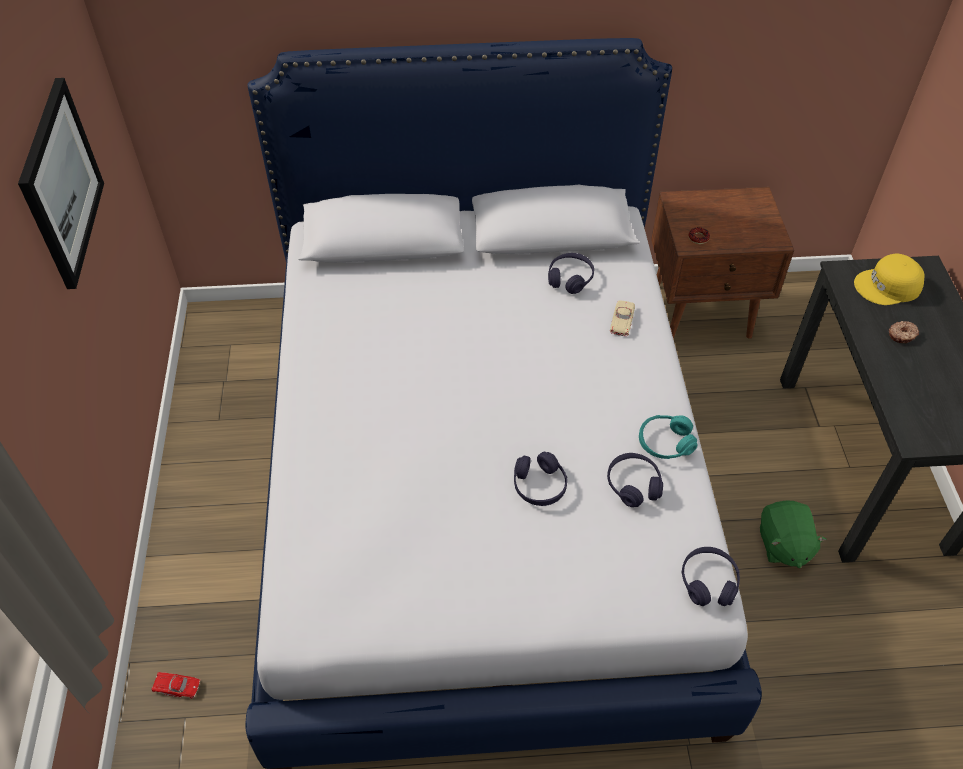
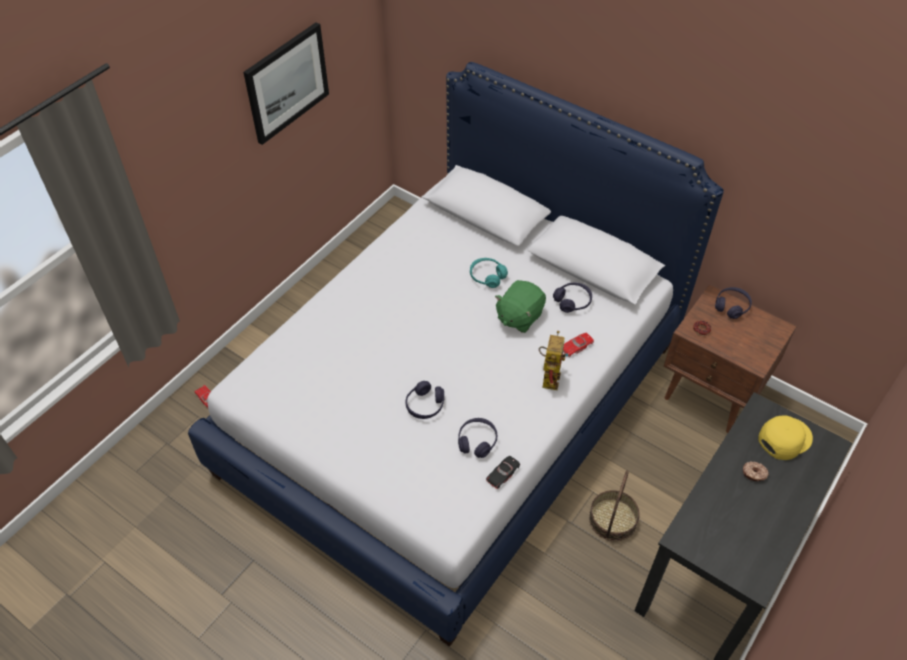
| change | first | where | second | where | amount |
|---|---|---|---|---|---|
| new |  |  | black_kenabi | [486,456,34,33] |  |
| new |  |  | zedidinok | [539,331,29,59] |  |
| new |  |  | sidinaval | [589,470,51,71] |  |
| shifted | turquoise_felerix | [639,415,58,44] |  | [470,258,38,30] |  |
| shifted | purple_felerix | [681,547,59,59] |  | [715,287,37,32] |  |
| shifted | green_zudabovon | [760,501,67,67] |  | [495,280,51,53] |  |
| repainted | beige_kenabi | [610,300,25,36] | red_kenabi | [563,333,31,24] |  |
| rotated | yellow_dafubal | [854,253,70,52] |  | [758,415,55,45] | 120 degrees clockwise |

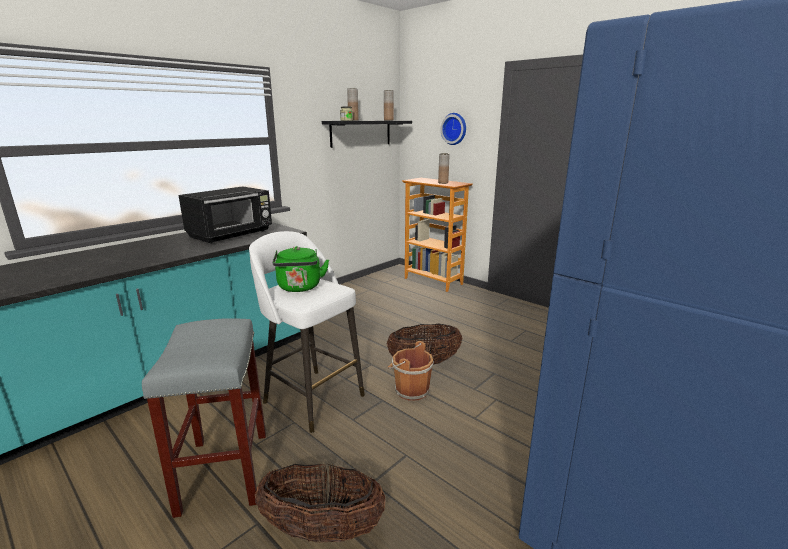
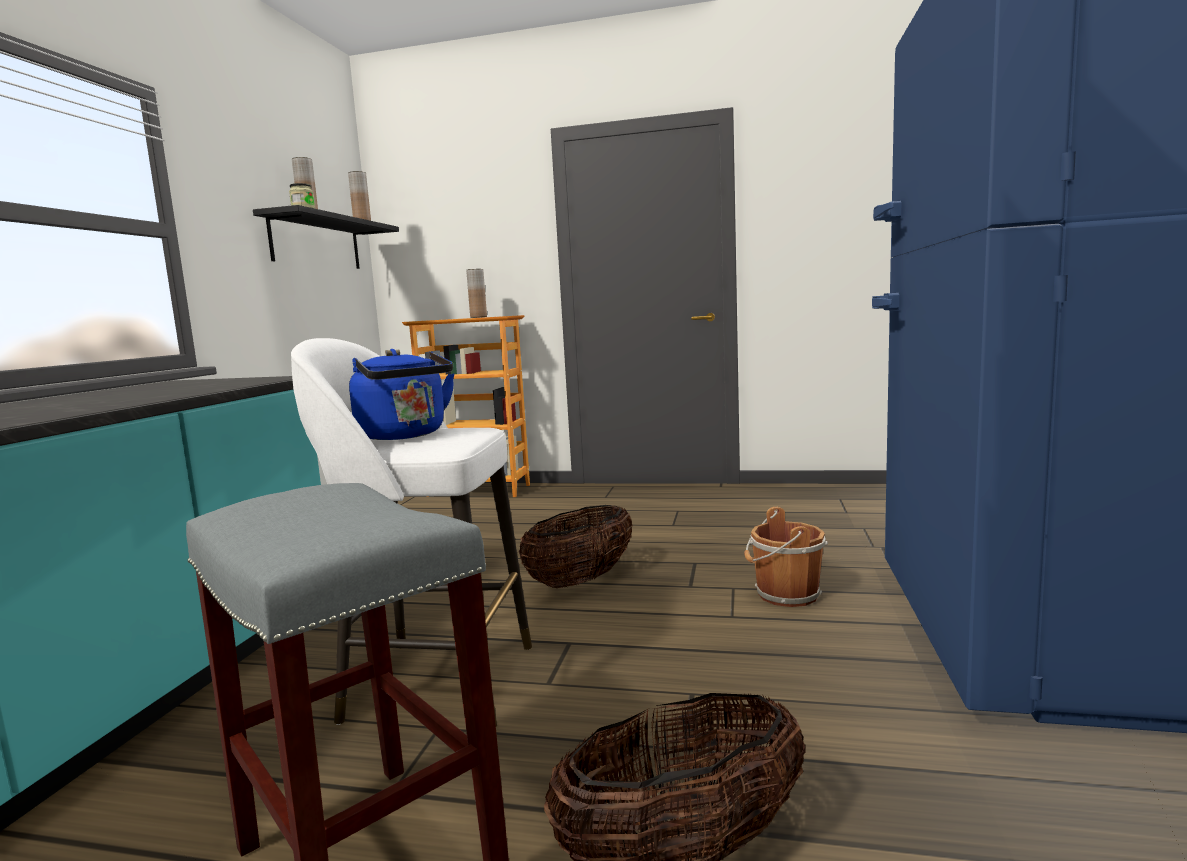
| change | first | where | second | where | amount |
|---|---|---|---|---|---|
| gone | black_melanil | [179,186,93,58] |  |  |  |
| gone | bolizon | [440,113,26,32] |  |  |  |
| shifted | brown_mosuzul | [388,341,46,60] |  | [744,507,84,100] |  |
| repainted | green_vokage | [272,246,57,46] | blue_vokage | [349,349,106,91] |  |

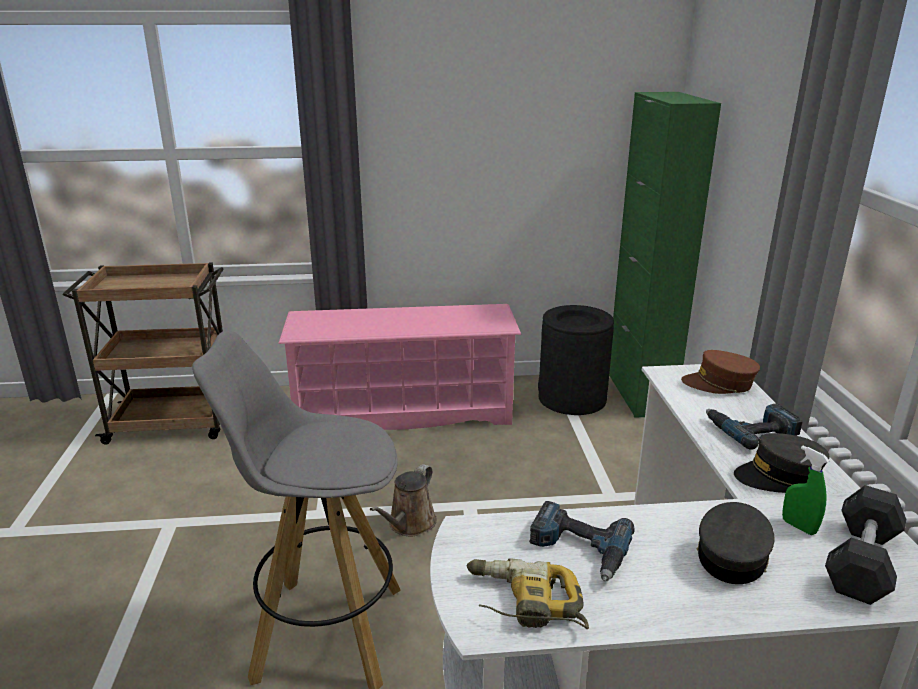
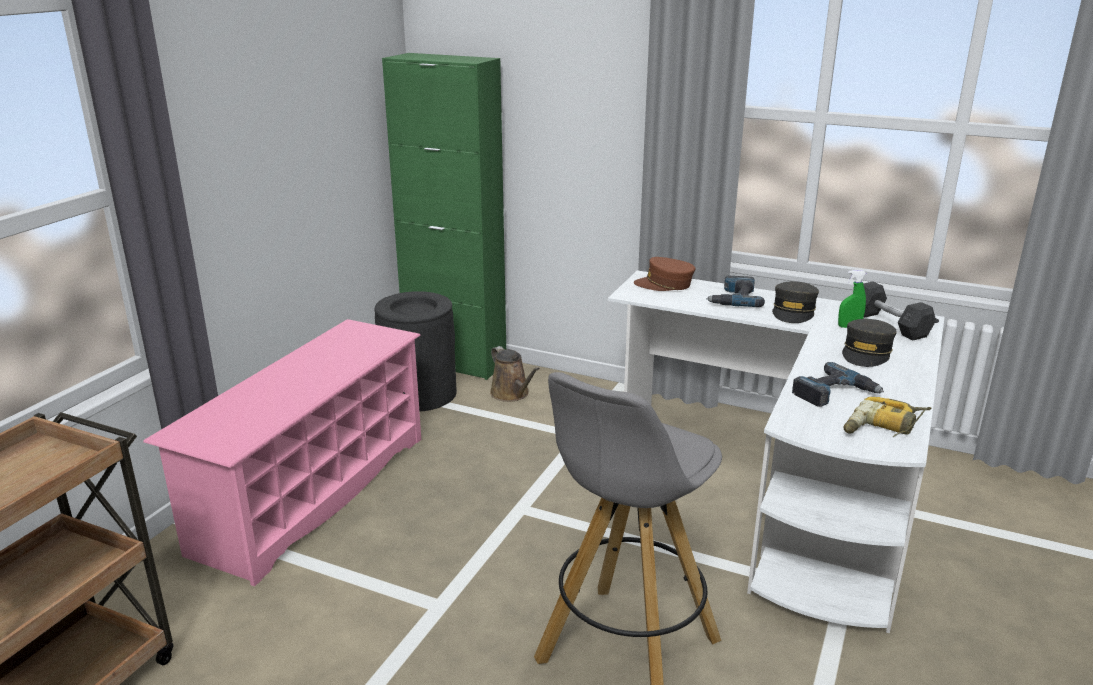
| change | first | where | second | where | amount |
|---|---|---|---|---|---|
| shifted | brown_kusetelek | [370,464,67,72] |  | [490,346,50,56] |  |
| rotated | brown_dafubal | [681,350,79,44] |  | [634,257,61,34] | 60 degrees clockwise |
| rotated | grey_dafubal | [697,502,77,82] |  | [842,319,55,48] | 120 degrees counterclockwise |

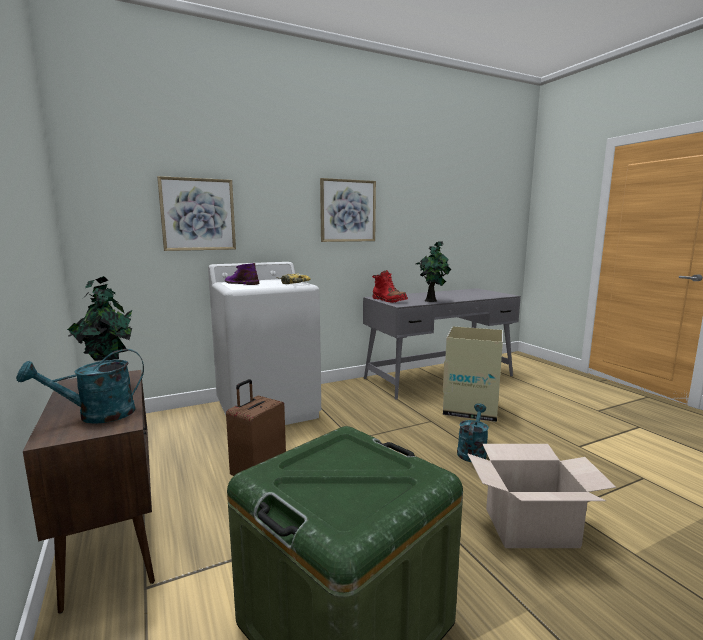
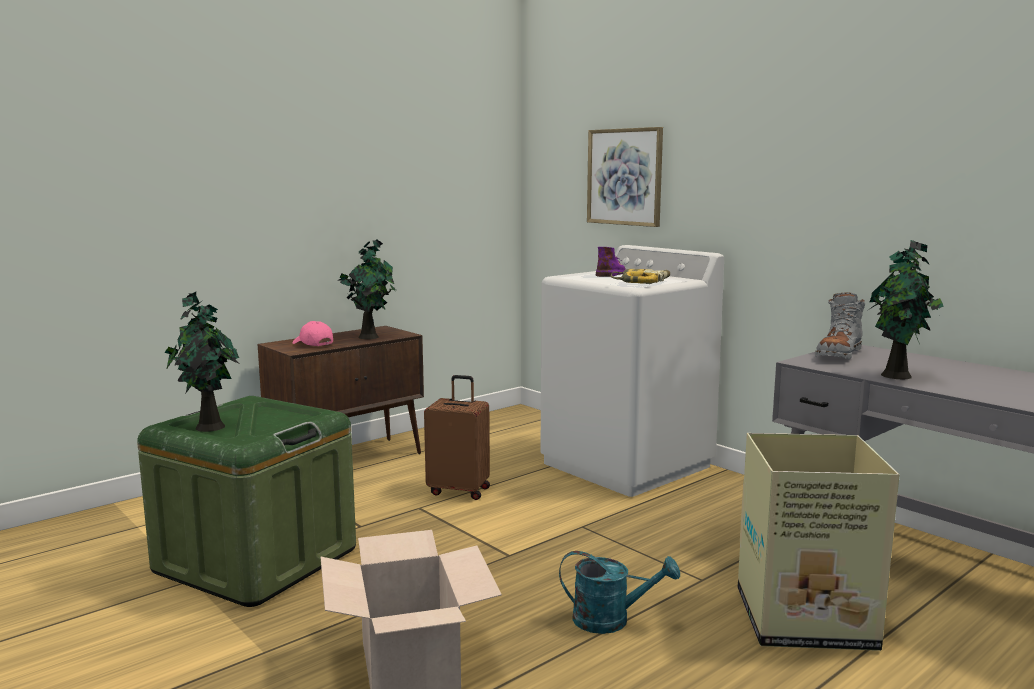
| change | first | where | second | where | amount |
|---|---|---|---|---|---|
| gone | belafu | [320,178,56,64] |  |  |  |
| new |  |  | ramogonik | [165,292,74,140] |  |
| swapped | turquoise_kusetelek | [16,349,128,75] | pink_dafubal | [293,321,40,25] |  |
| repainted | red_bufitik | [372,270,36,33] | grey_bufitik | [815,292,50,67] |  |

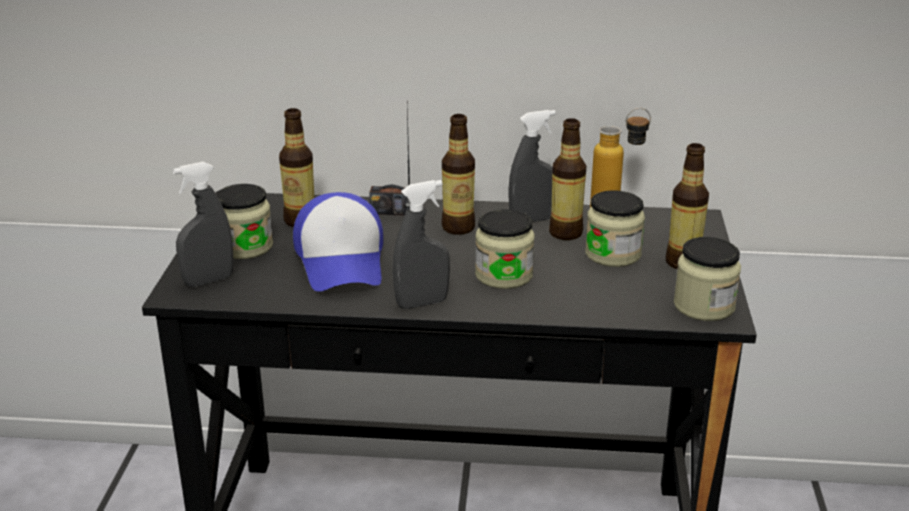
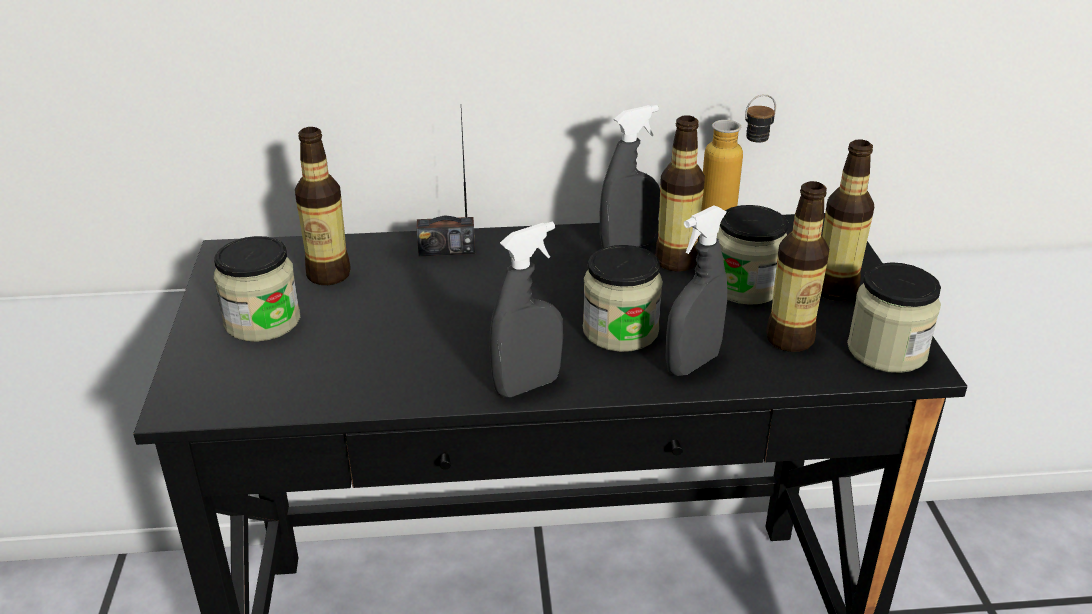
| change | first | where | second | where | amount |
|---|---|---|---|---|---|
| gone | dafubal | [293,192,90,100] |  |  |  |
| shifted | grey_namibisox | [173,162,61,125] |  | [666,205,61,171] |  |
| shifted | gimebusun | [442,114,33,121] |  | [766,181,63,171] |  |

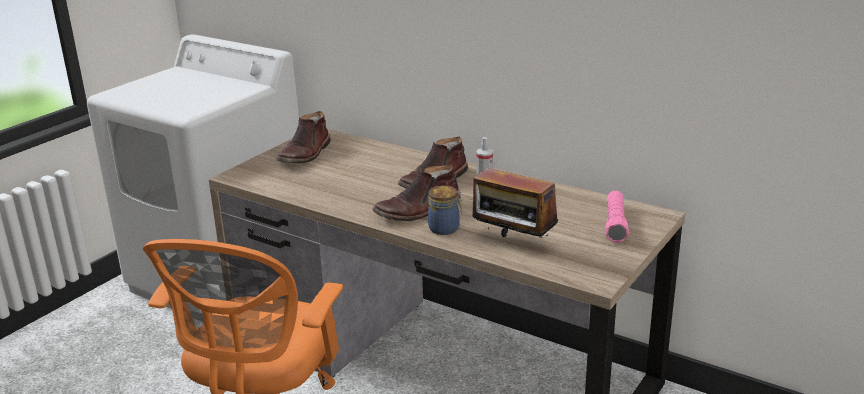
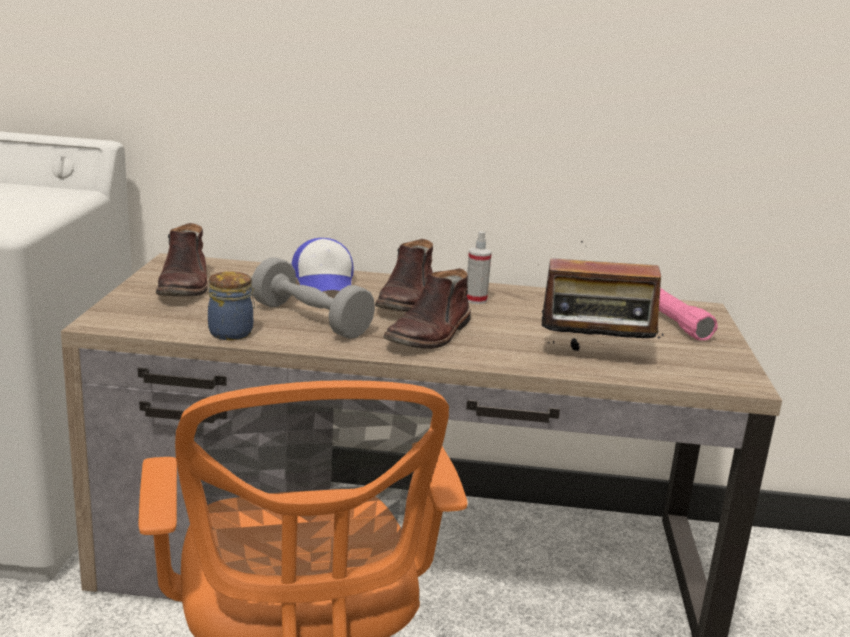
| change | first | where | second | where | amount |
|---|---|---|---|---|---|
| new |  |  | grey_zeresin | [251,257,124,82] |  |
| new |  |  | dafubal | [291,238,63,53] |  |
| shifted | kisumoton | [428,186,34,49] |  | [208,271,47,69] |  |

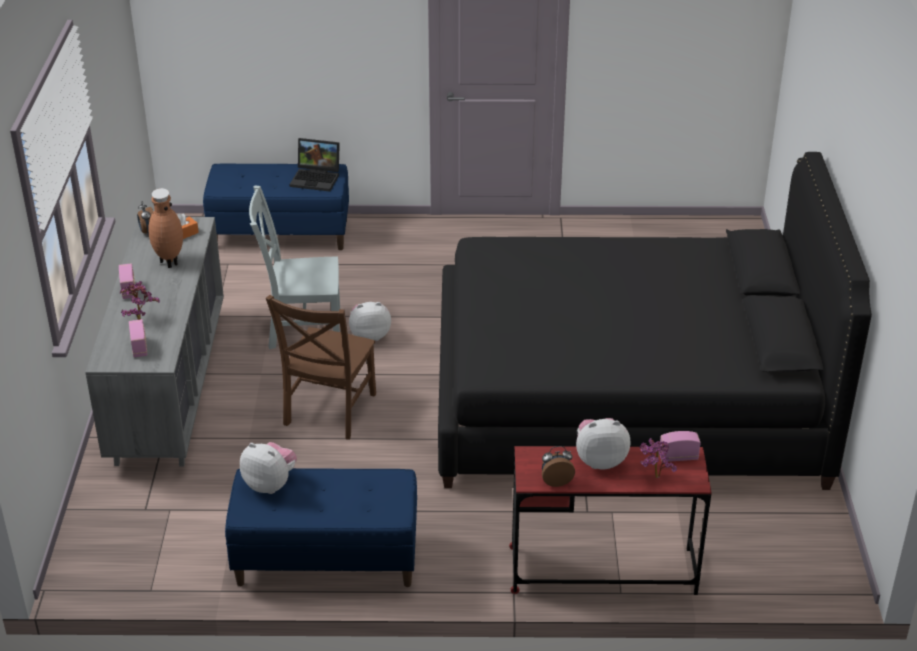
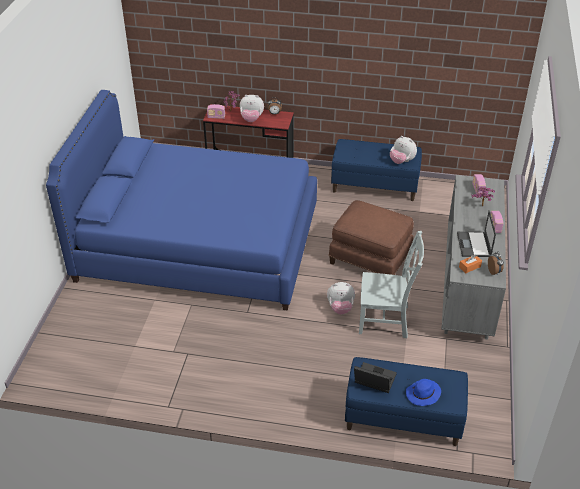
| change | first | where | second | where | amount |
|---|---|---|---|---|---|
| new |  |  | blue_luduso | [406,379,35,27] |  |
| swapped | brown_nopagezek | [148,188,35,80] | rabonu | [457,210,39,47] |  |
| swapped | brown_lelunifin | [266,295,110,144] | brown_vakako | [329,200,85,75] |  |
| repainted | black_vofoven | [438,152,434,338] | blue_vofoven | [46,90,271,221] |  |

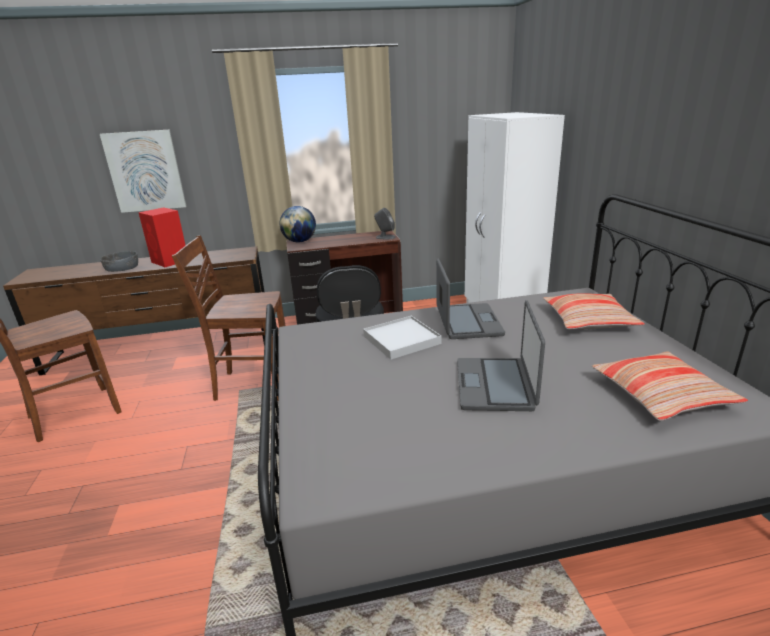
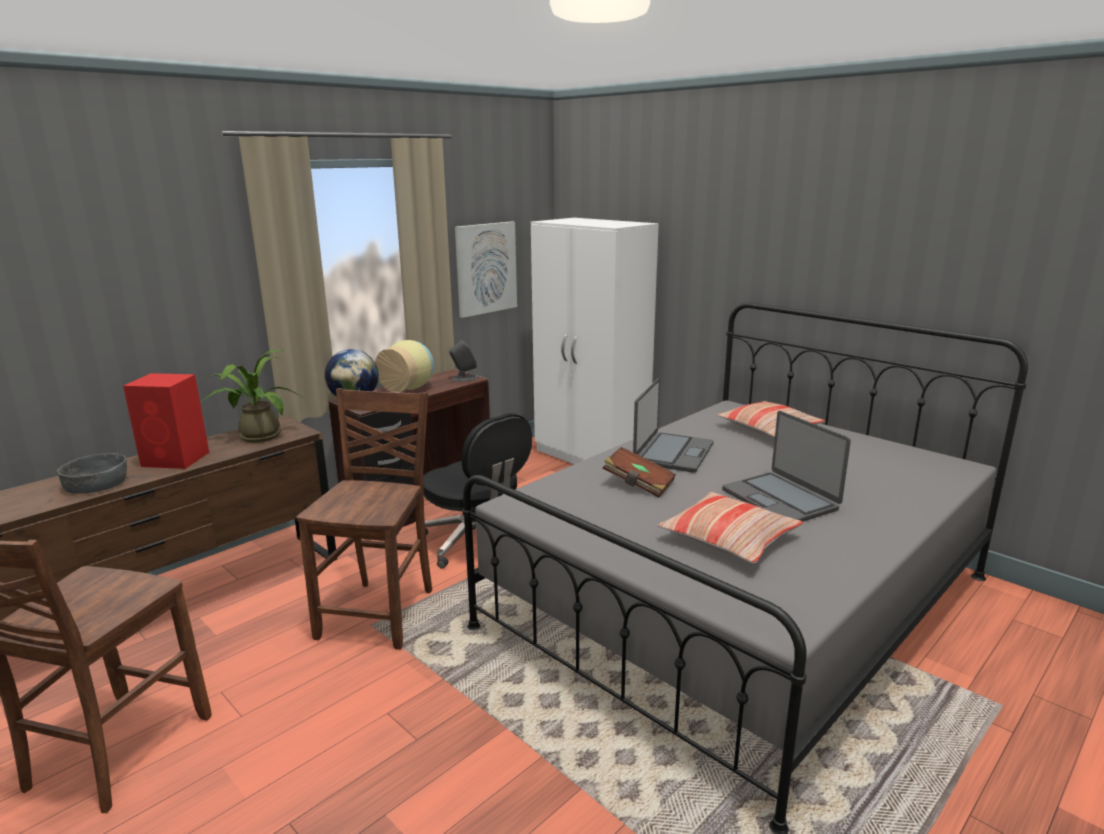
| change | first | where | second | where | amount |
|---|---|---|---|---|---|
| new |  |  | ramogonik | [200,350,105,93] |  |
| new |  |  | nopagezek | [375,340,59,53] |  |
| shifted | belafu | [100,130,86,83] |  | [455,221,62,97] |  |
| shifted | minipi | [591,351,157,70] |  | [658,492,145,72] |  |
| swapped | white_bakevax | [363,316,79,44] | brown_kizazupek | [602,447,74,51] |  |
| rotated | brown_lelunifin | [172,235,113,166] |  | [297,388,135,262] | 135 degrees clockwise |
| rotated | rabonu | [436,258,69,81] |  | [633,378,81,95] | 60 degrees clockwise |

